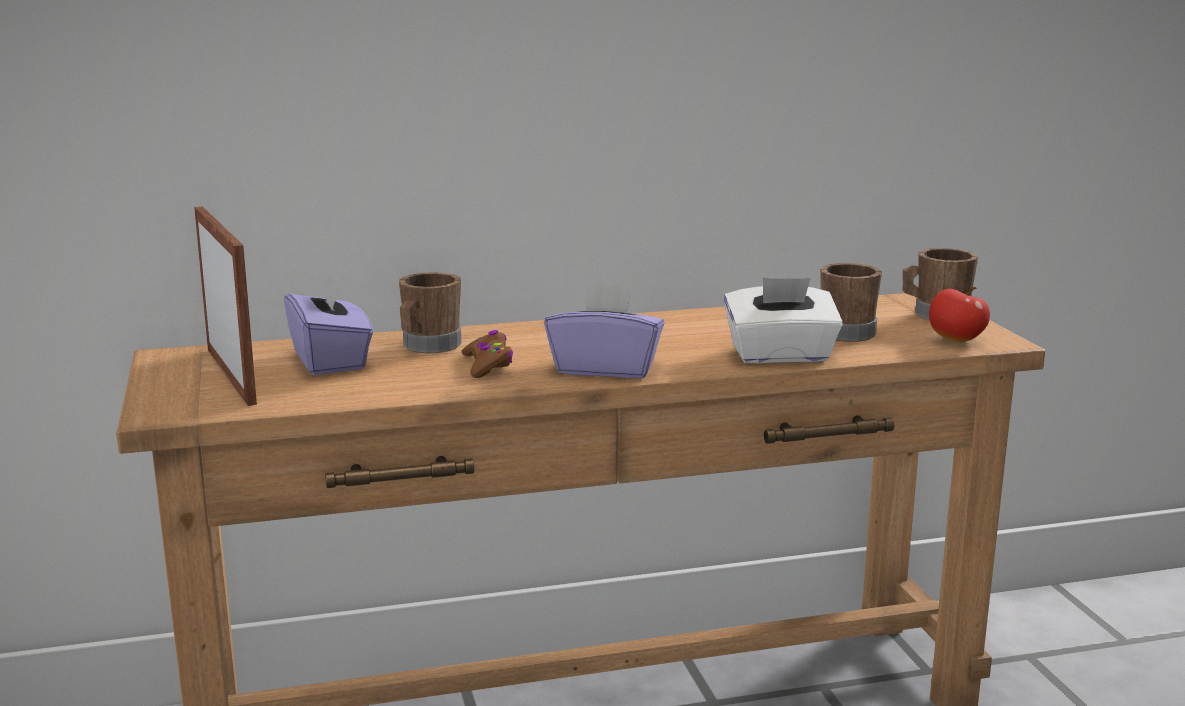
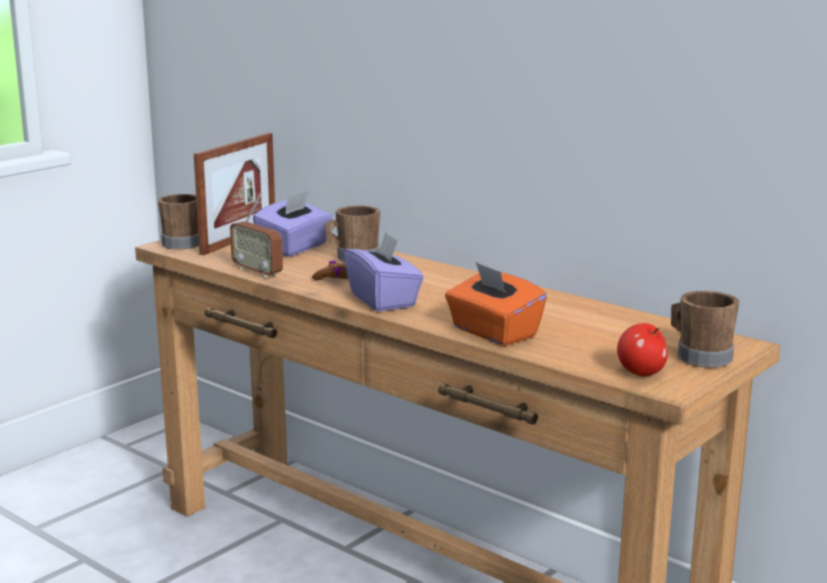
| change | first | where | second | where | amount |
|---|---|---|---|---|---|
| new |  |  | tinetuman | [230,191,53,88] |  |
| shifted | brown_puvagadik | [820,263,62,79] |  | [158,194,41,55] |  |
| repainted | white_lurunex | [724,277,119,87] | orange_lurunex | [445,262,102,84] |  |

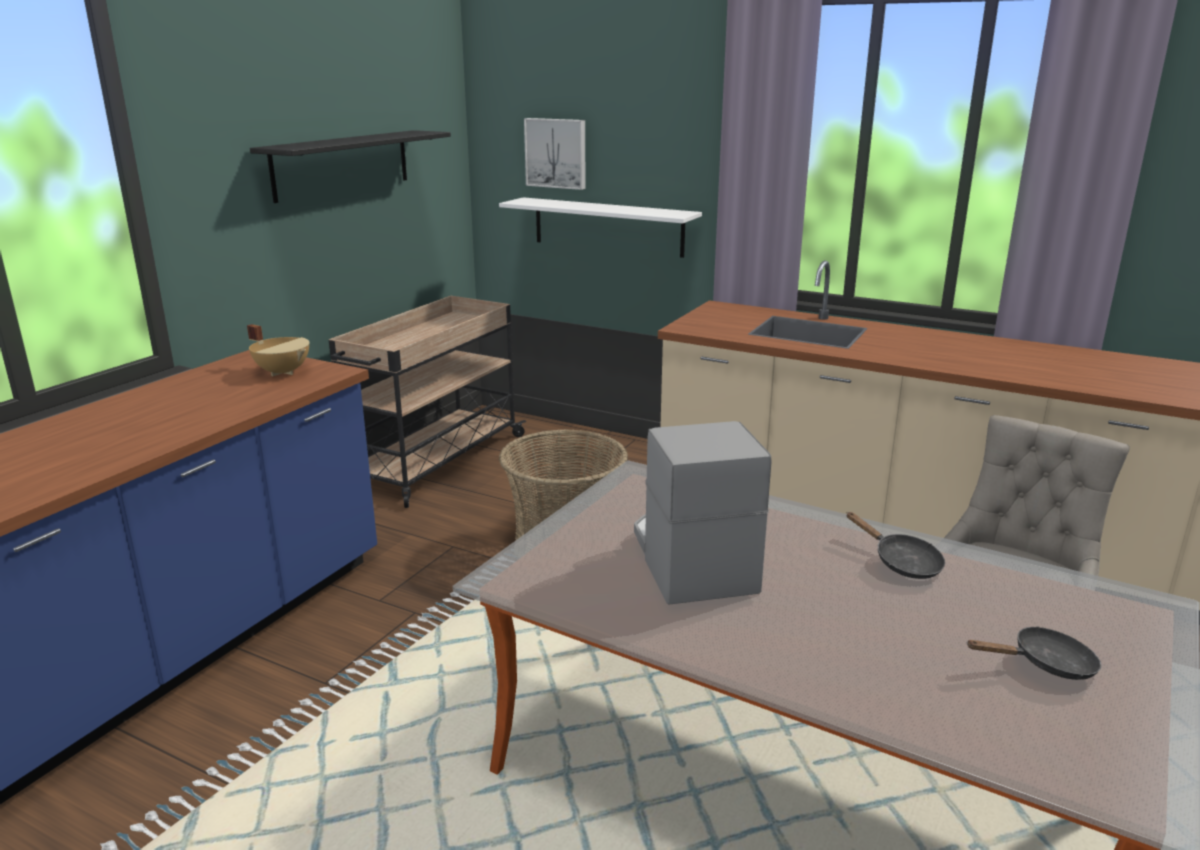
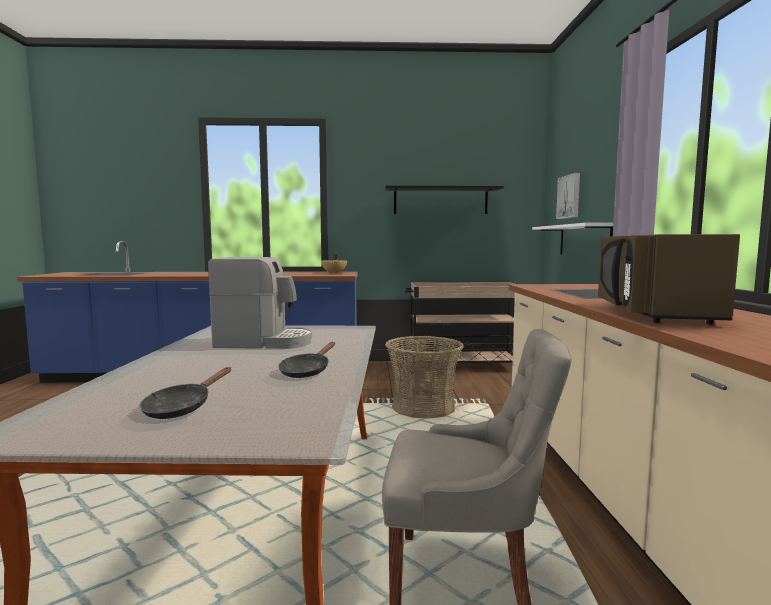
| change | first | where | second | where | amount |
|---|---|---|---|---|---|
| new |  |  | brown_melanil | [598,234,142,90] |  |
| rotated | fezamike | [634,421,137,184] |  | [208,257,104,92] | 45 degrees clockwise |
| rotated | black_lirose | [966,626,136,54] |  | [140,367,91,52] | 60 degrees clockwise |

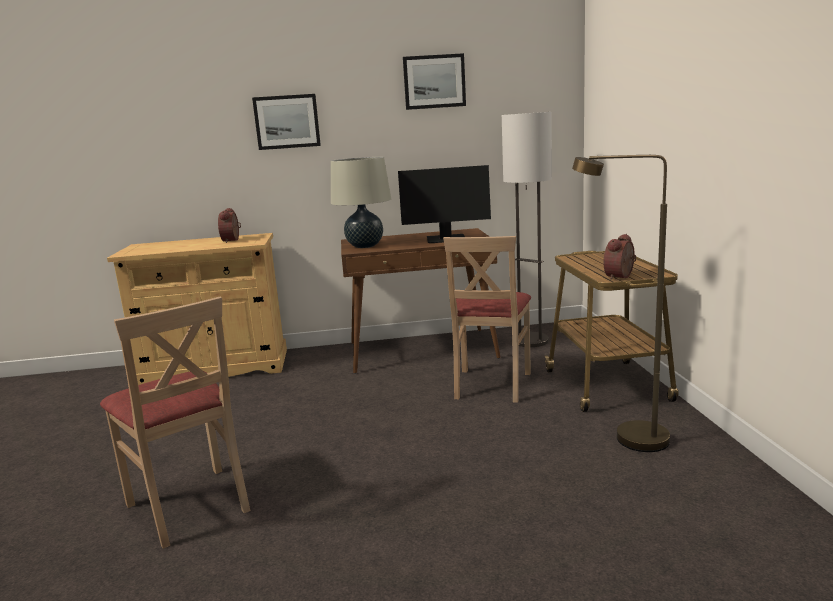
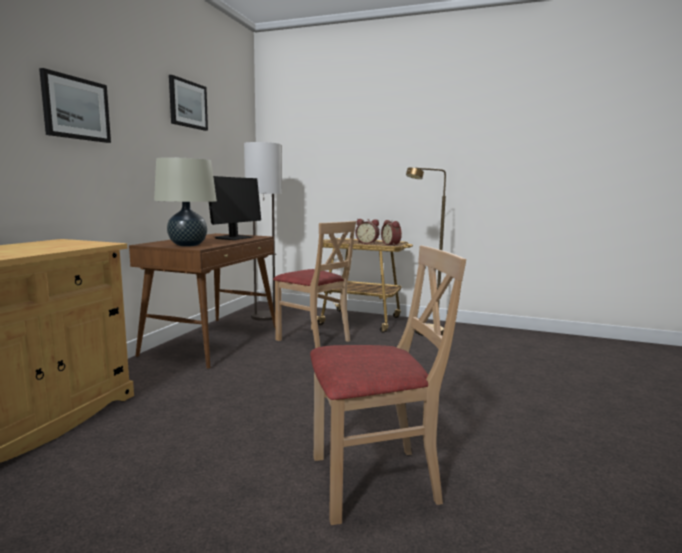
| change | first | where | second | where | amount |
|---|---|---|---|---|---|
| shifted | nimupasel | [218,208,23,35] |  | [355,219,25,25] |  |

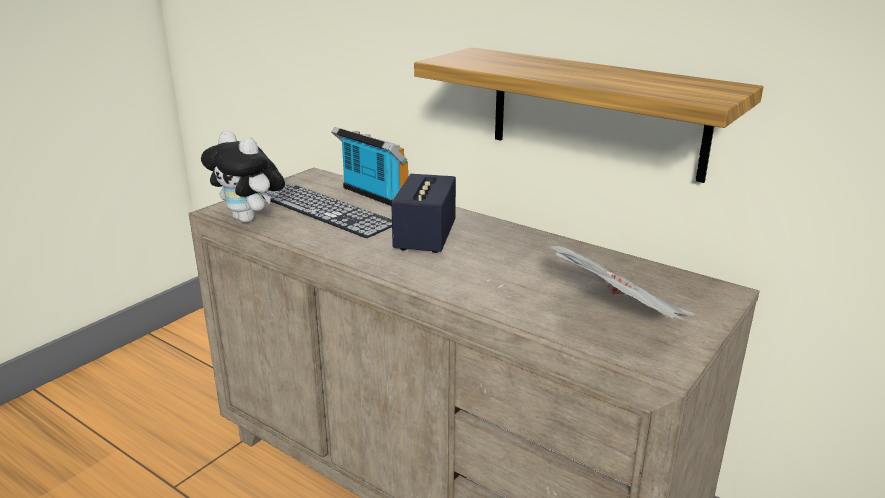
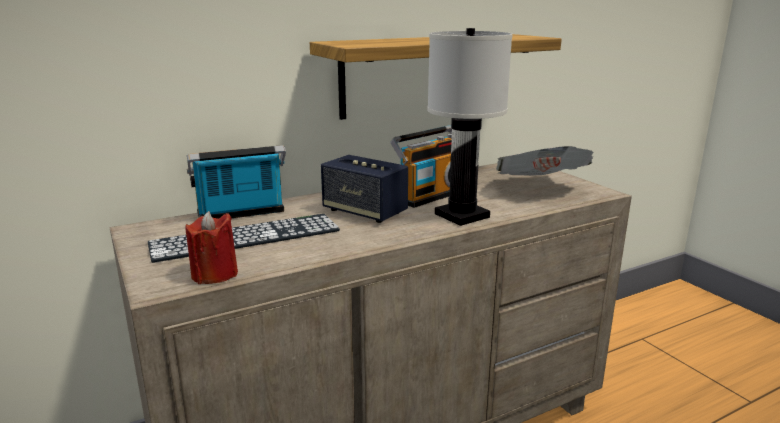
| change | first | where | second | where | amount |
|---|---|---|---|---|---|
| new |  |  | tinetuman | [390,125,62,83] |  |
| new |  |  | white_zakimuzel | [427,28,86,198] |  |
| swapped | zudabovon | [201,130,84,93] | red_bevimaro | [185,211,53,73] |  |

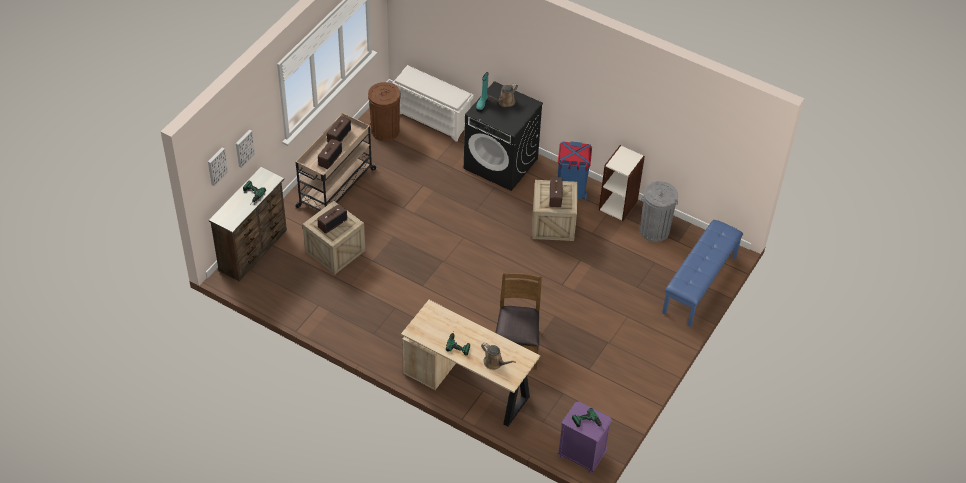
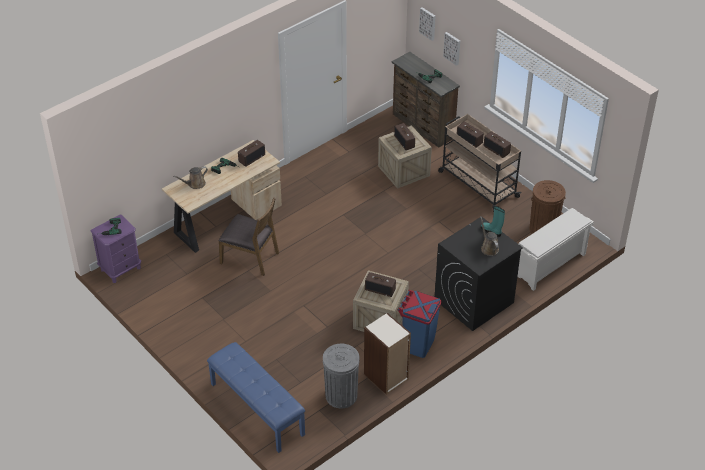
| change | first | where | second | where | amount |
|---|---|---|---|---|---|
| new |  |  | tinetuman | [238,140,27,27] |  |

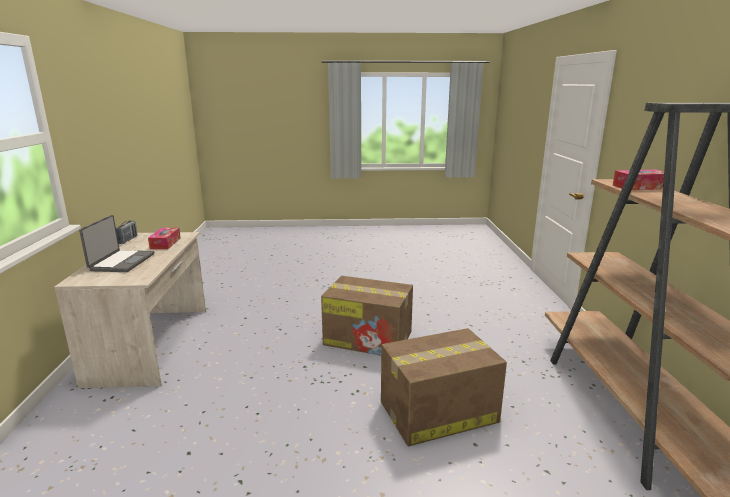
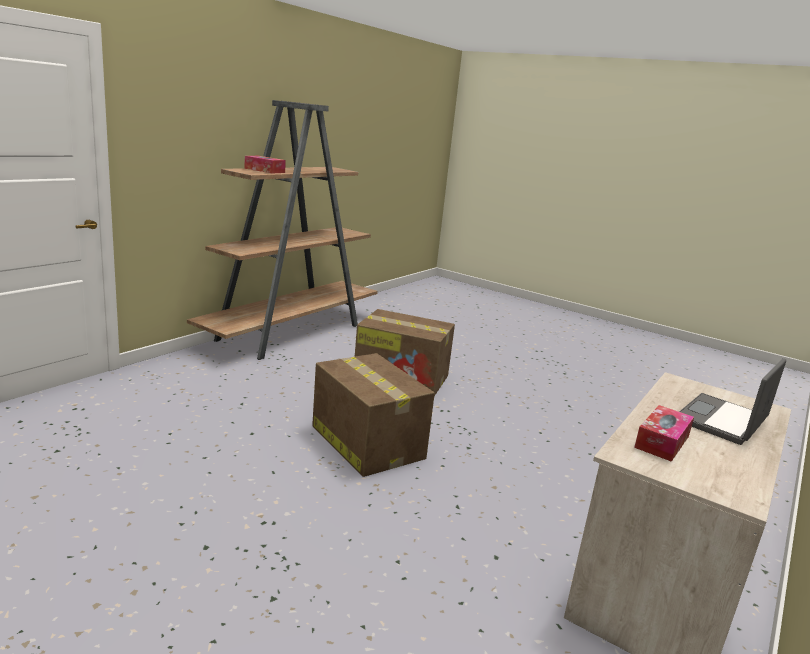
| change | first | where | second | where | amount |
|---|---|---|---|---|---|
| gone | tinetuman | [116,221,21,23] |  |  |  |

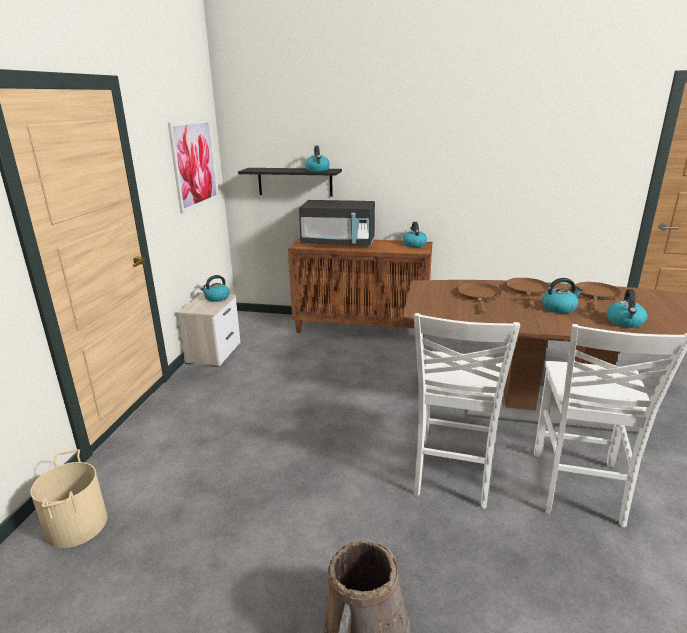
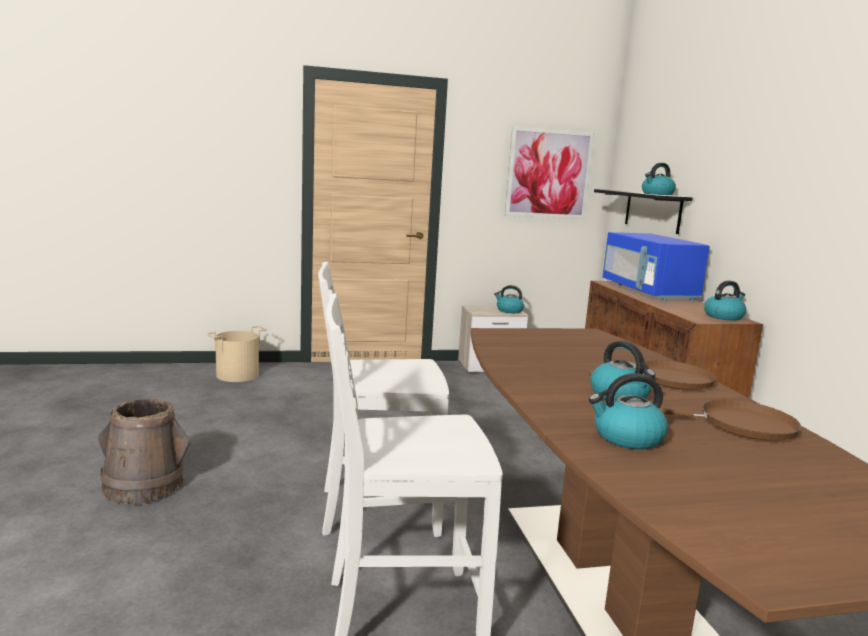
| change | first | where | second | where | amount |
|---|---|---|---|---|---|
| gone | brown_lirose | [456,282,44,30] |  |  |  |
| repainted | black_melanil | [299,200,76,47] | blue_melanil | [603,232,107,70] |  |

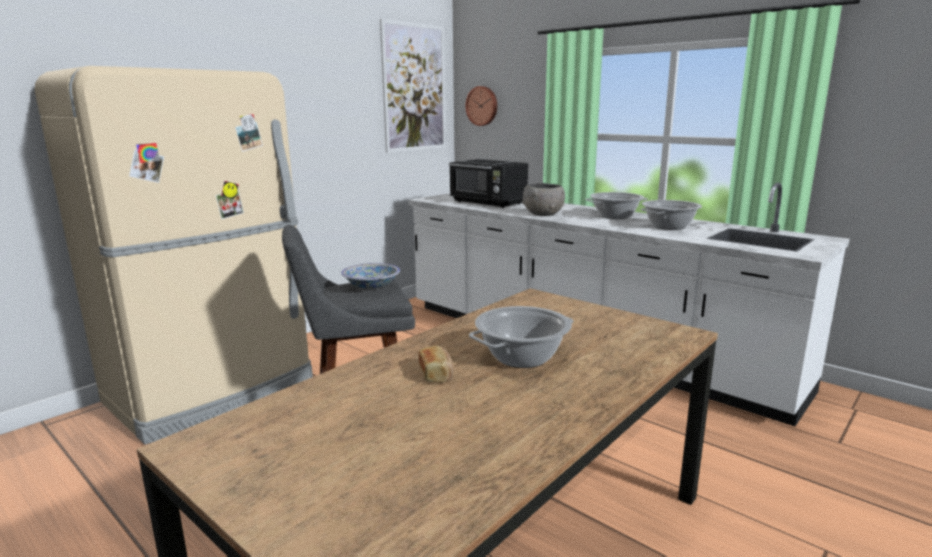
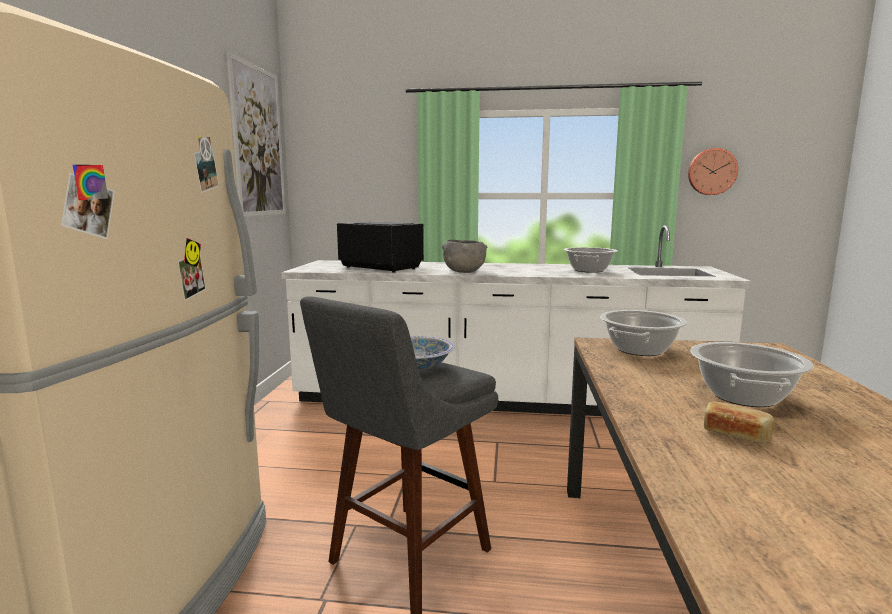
| change | first | where | second | where | amount |
|---|---|---|---|---|---|
| shifted | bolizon | [465,86,32,40] |  | [688,148,50,47] |  |
| shifted | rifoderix | [585,192,63,27] |  | [600,310,87,46] |  |
| rotated | black_melanil | [449,159,79,49] |  | [337,222,87,51] | 150 degrees counterclockwise |

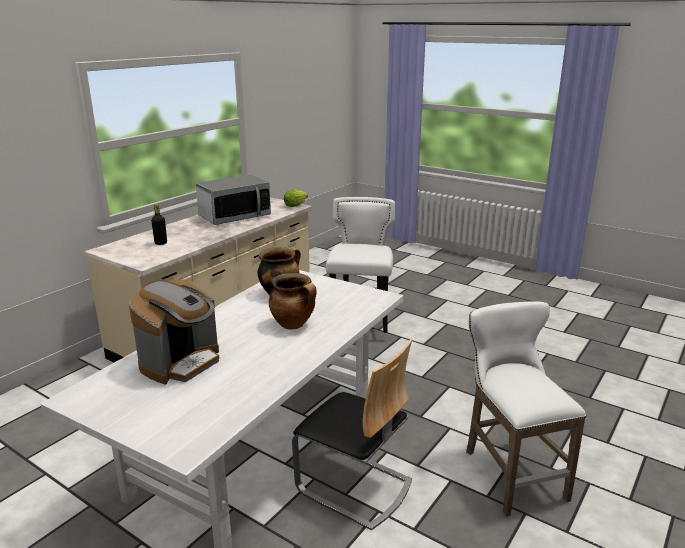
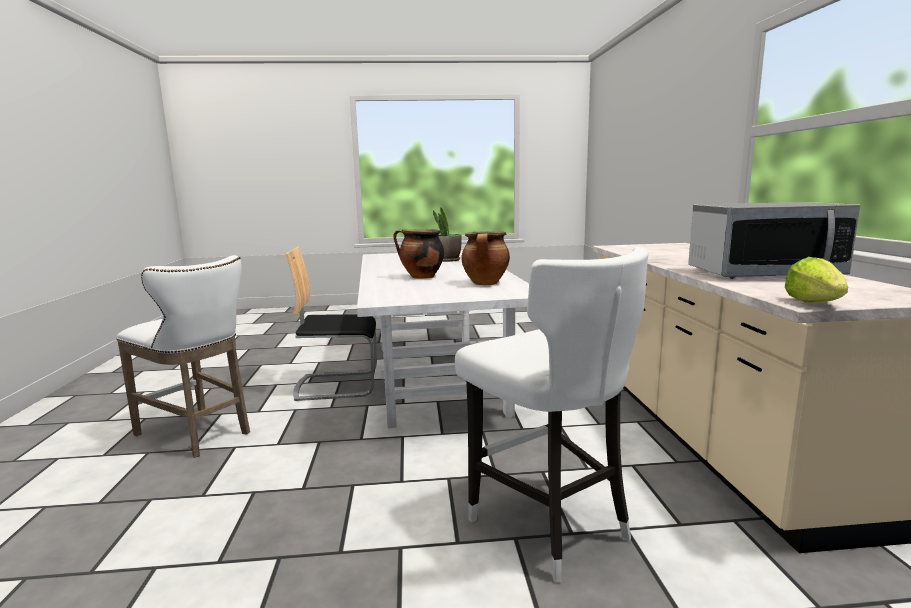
| change | first | where | second | where | amount |
|---|---|---|---|---|---|
| gone | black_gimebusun | [151,204,16,41] |  |  |  |
| swapped | fezamike | [129,280,90,105] | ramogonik | [433,207,29,55] |  |
| rotated | melanil | [196,174,75,51] |  | [688,202,173,77] | 105 degrees counterclockwise |

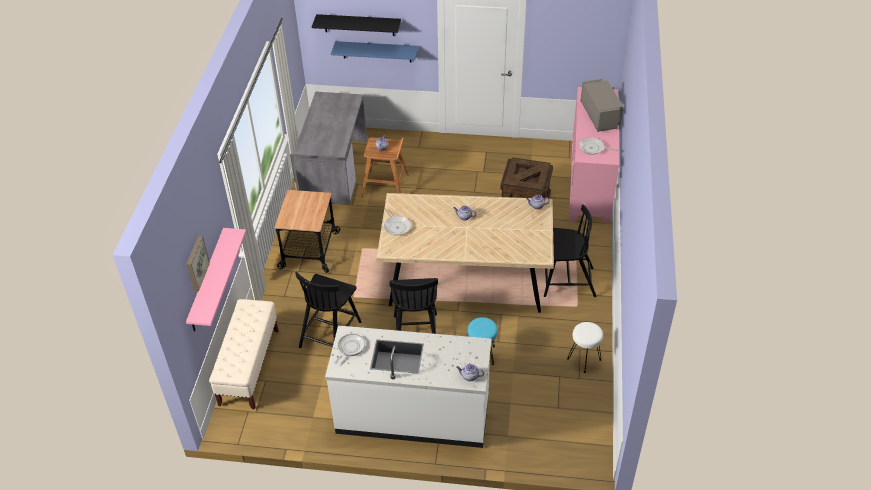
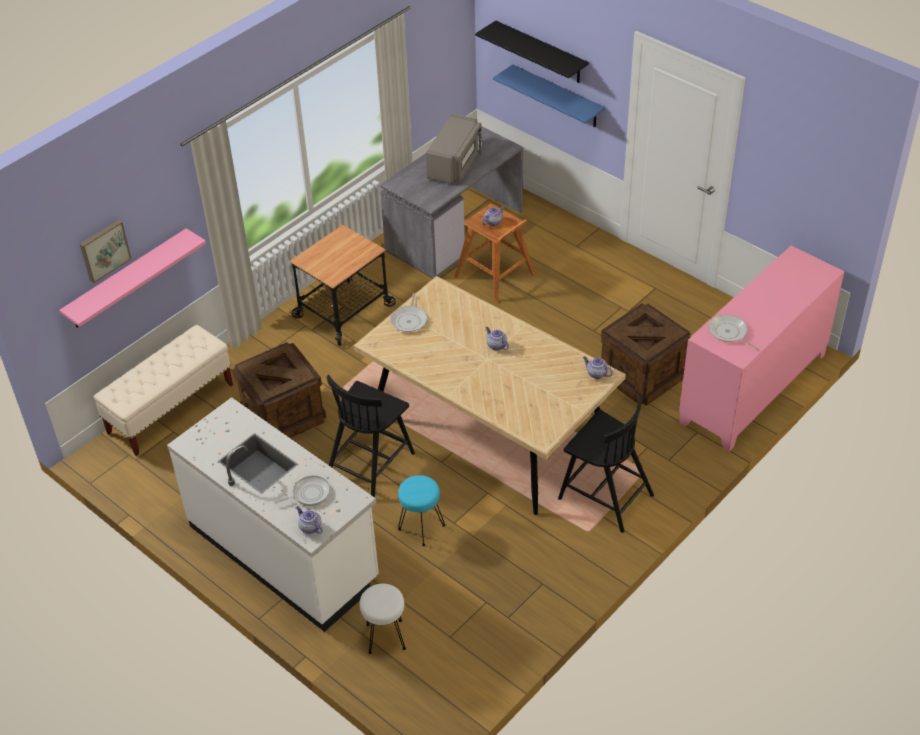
| change | first | where | second | where | amount |
|---|---|---|---|---|---|
| shifted | lirose | [334,334,31,30] |  | [274,476,56,30] |  |
| shifted | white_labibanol | [567,322,36,51] |  | [359,584,47,70] |  |
| shifted | grey_melanil | [581,79,42,53] |  | [426,114,56,70] |  |
| swapped | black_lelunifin | [295,272,66,76] | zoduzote | [233,342,93,96] |  |

